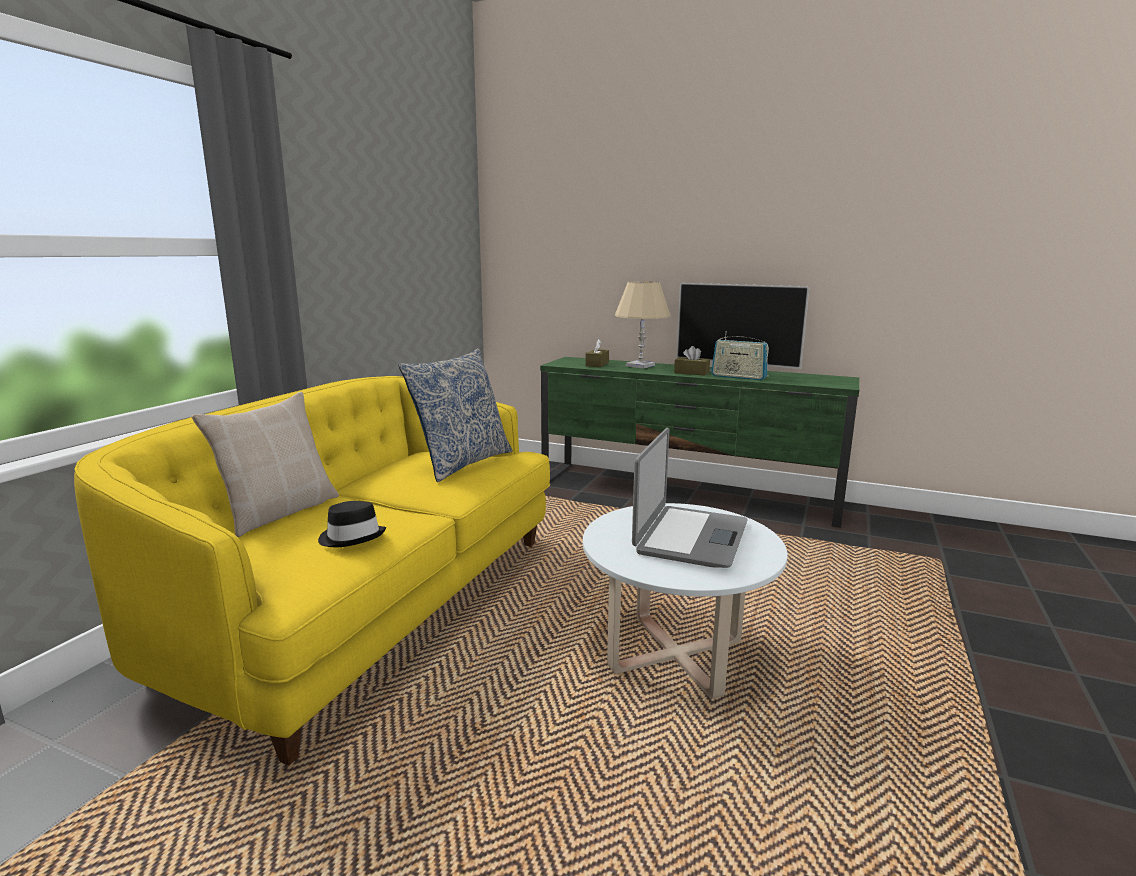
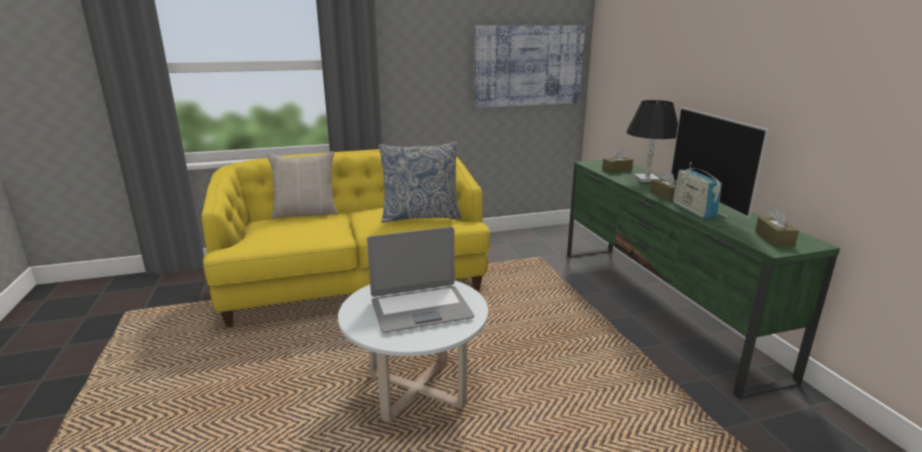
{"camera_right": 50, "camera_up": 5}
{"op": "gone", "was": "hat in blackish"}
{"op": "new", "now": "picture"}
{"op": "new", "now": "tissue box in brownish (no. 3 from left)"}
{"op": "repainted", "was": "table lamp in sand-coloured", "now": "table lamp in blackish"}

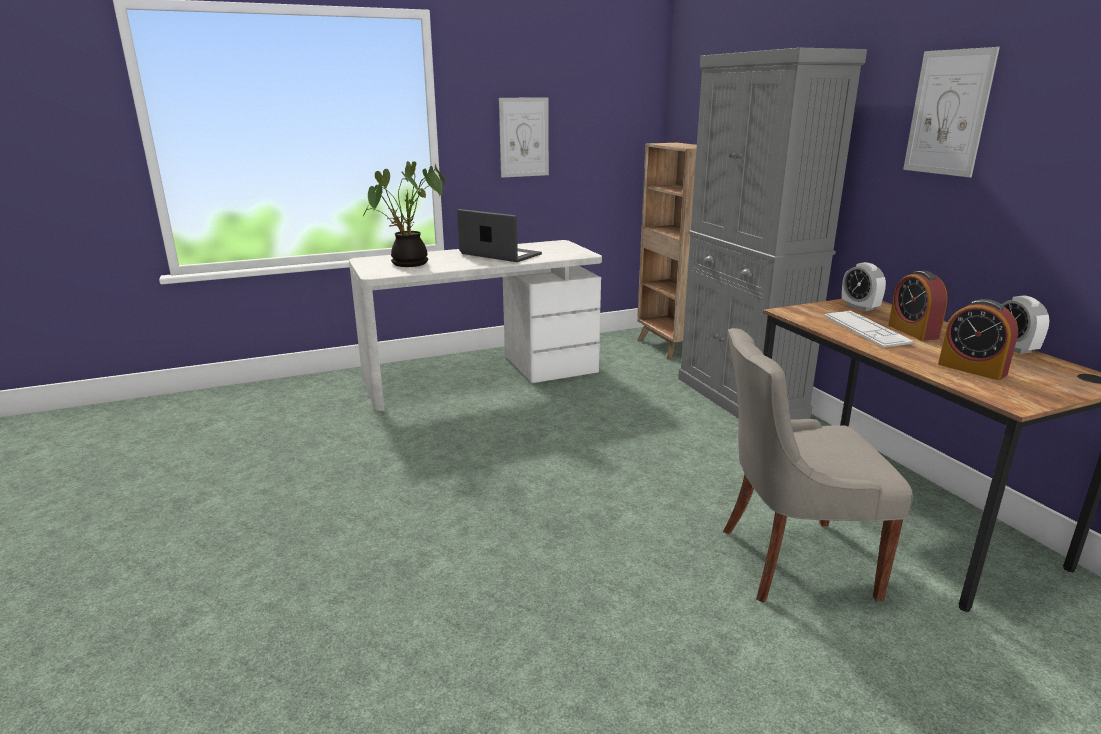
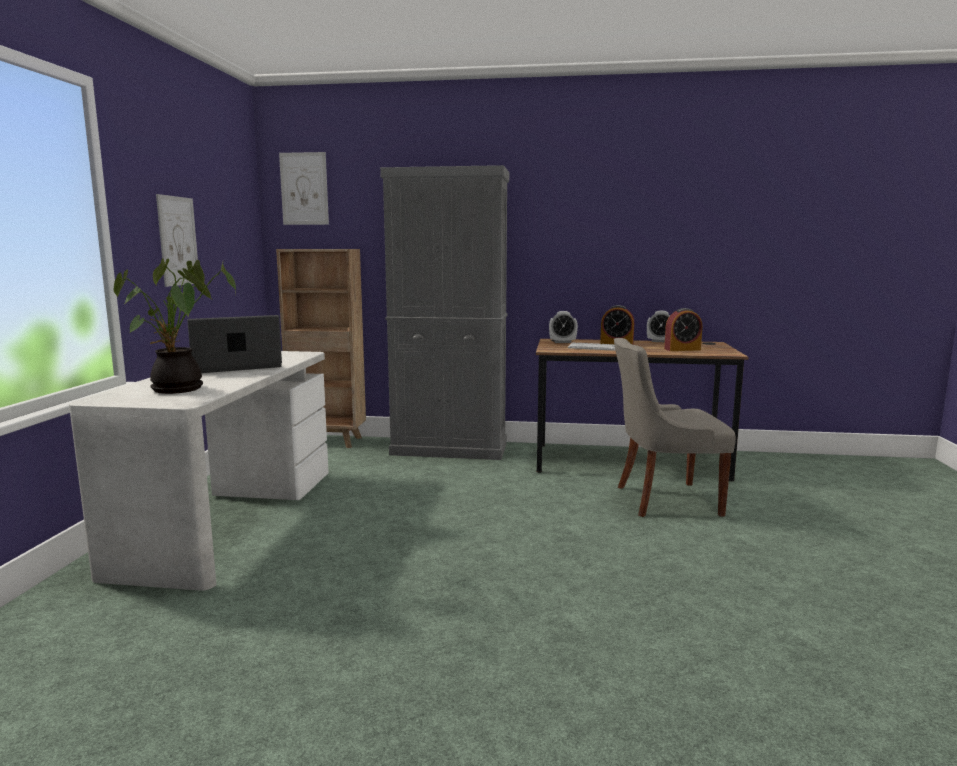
{"camera_right": -60, "camera_up": -10}
{"op": "shifted", "was": "picture (no. 2 from left)"}
{"op": "rotated", "was": "plain chair in greyish", "clockwise": 60}

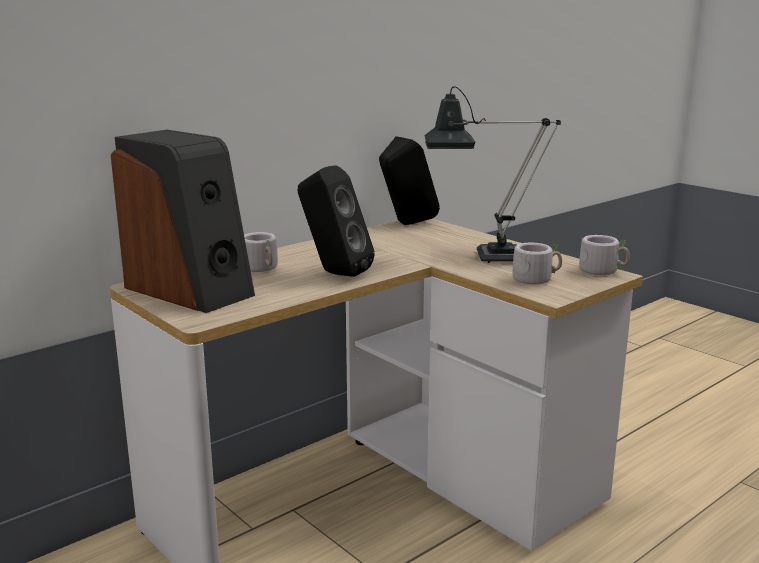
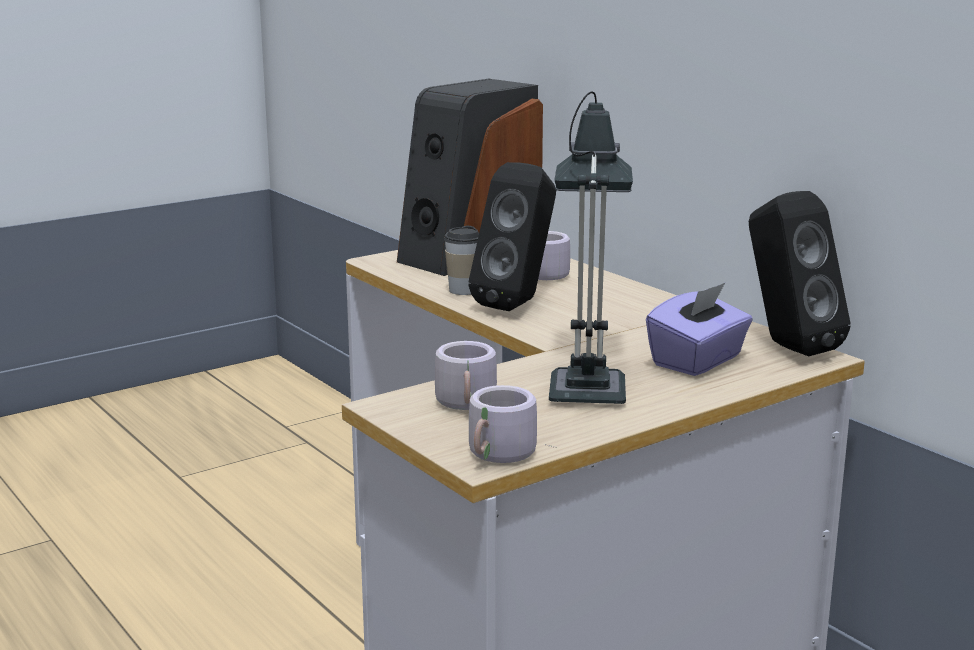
{"camera_right": 95, "camera_up": 0}
{"op": "new", "now": "small cup"}
{"op": "new", "now": "tissue box in purple-coloured"}

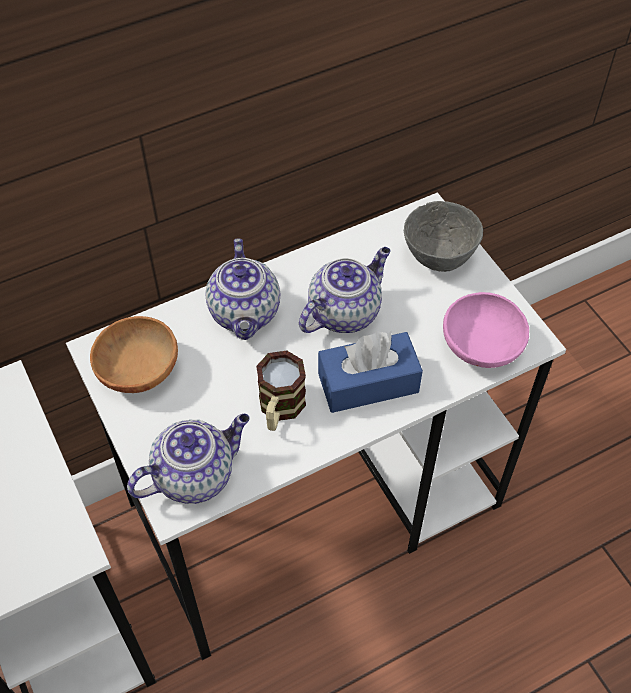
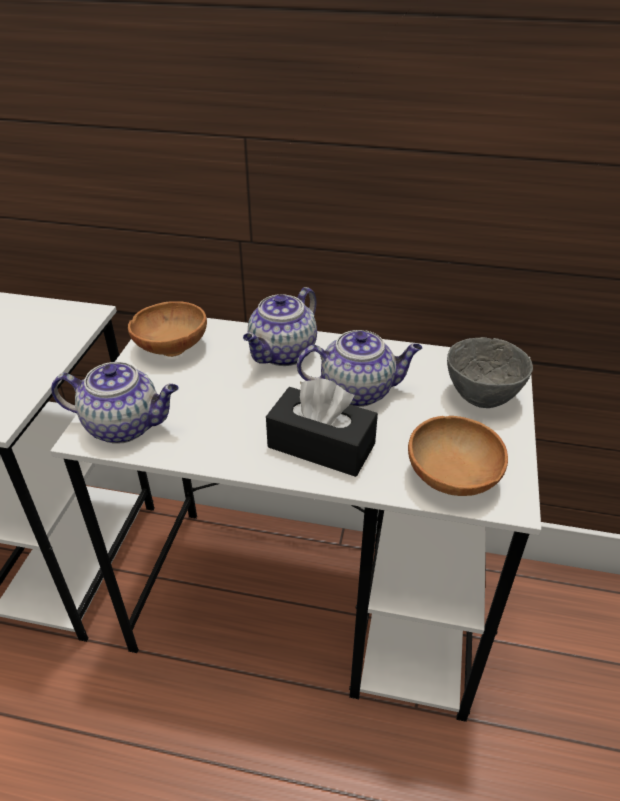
{"camera_right": 40, "camera_up": -15}
{"op": "gone", "was": "mug"}
{"op": "repainted", "was": "tissue box in bluish", "now": "tissue box in blackish"}
{"op": "repainted", "was": "serving bowl in pinkish", "now": "serving bowl in brownish (no. 2 from left)"}

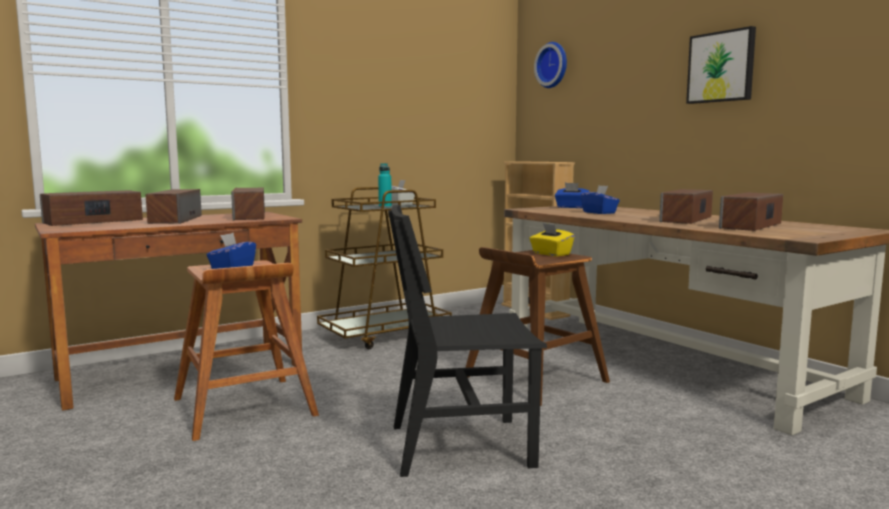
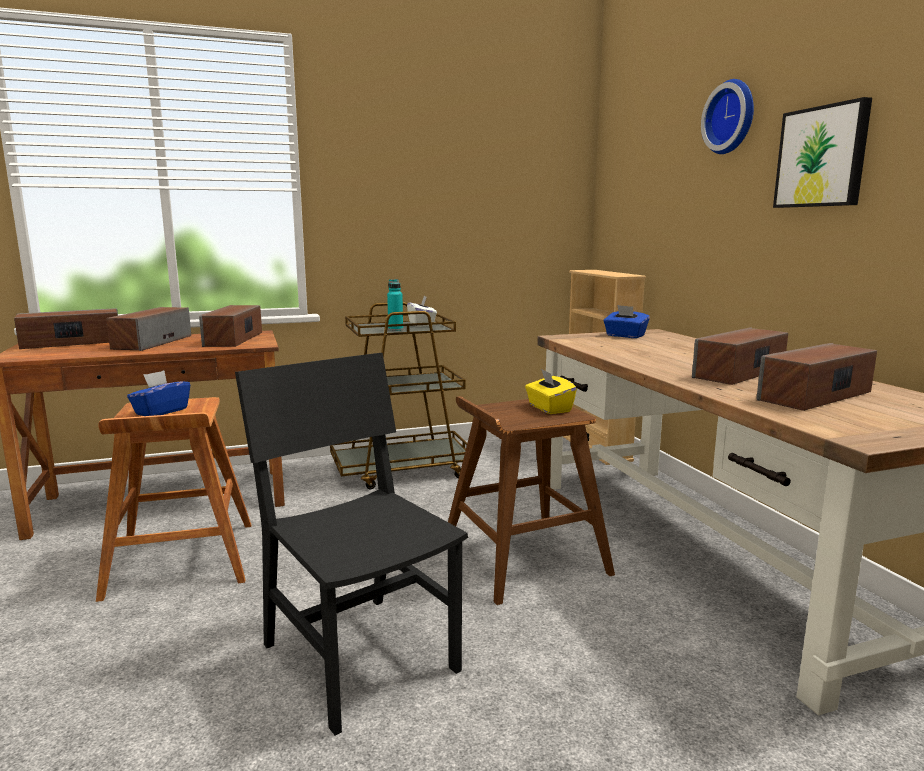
{"camera_right": 15, "camera_up": 5}
{"op": "gone", "was": "tissue box in bluish (no. 3 from left)"}
{"op": "shifted", "was": "clock on the wall"}
{"op": "rotated", "was": "plain chair in blackish", "clockwise": 45}

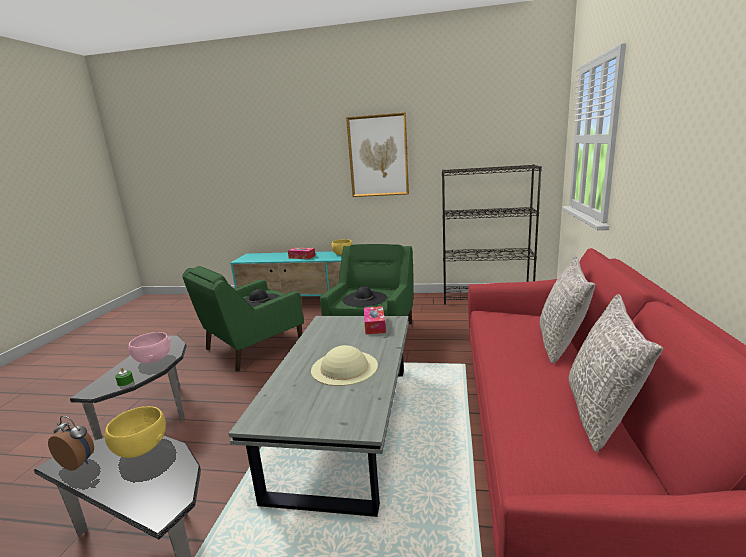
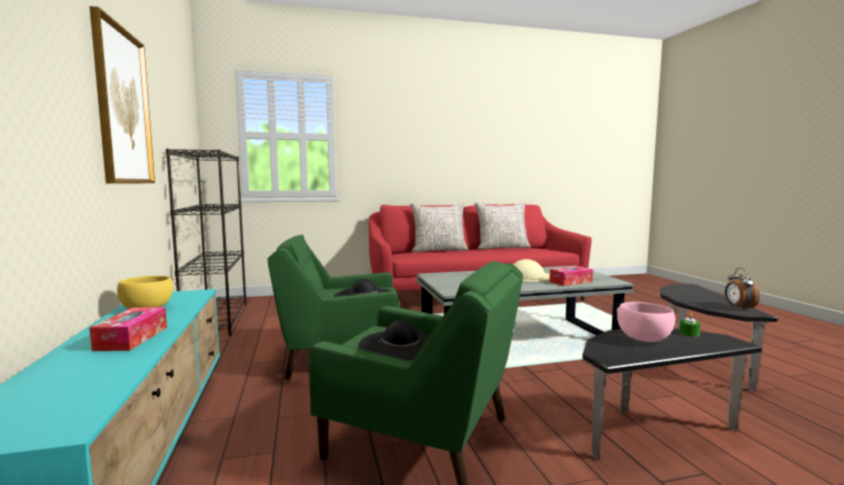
{"camera_right": -115, "camera_up": -10}
{"op": "gone", "was": "serving bowl in yellow (no. 1 from left)"}
{"op": "shifted", "was": "tissue box (no. 2 from left)"}

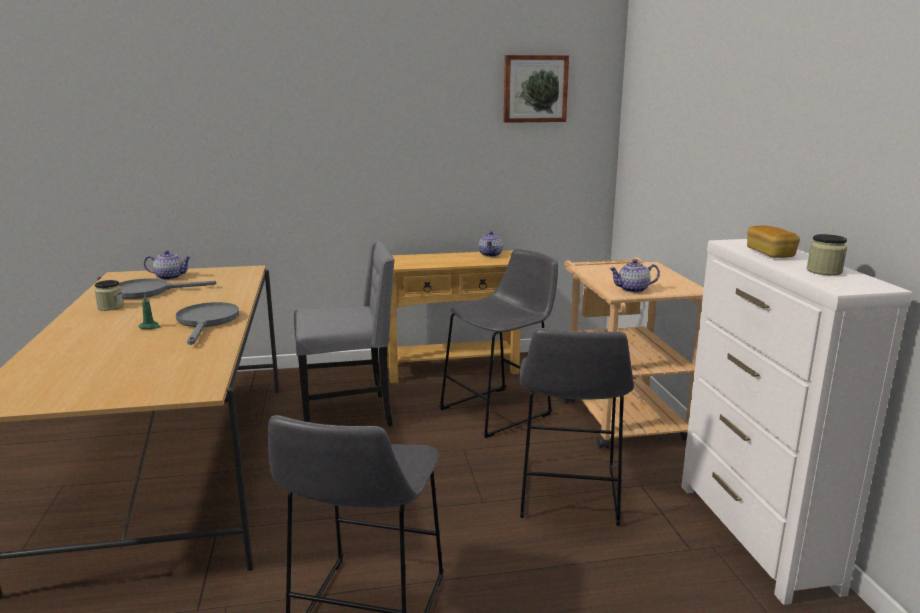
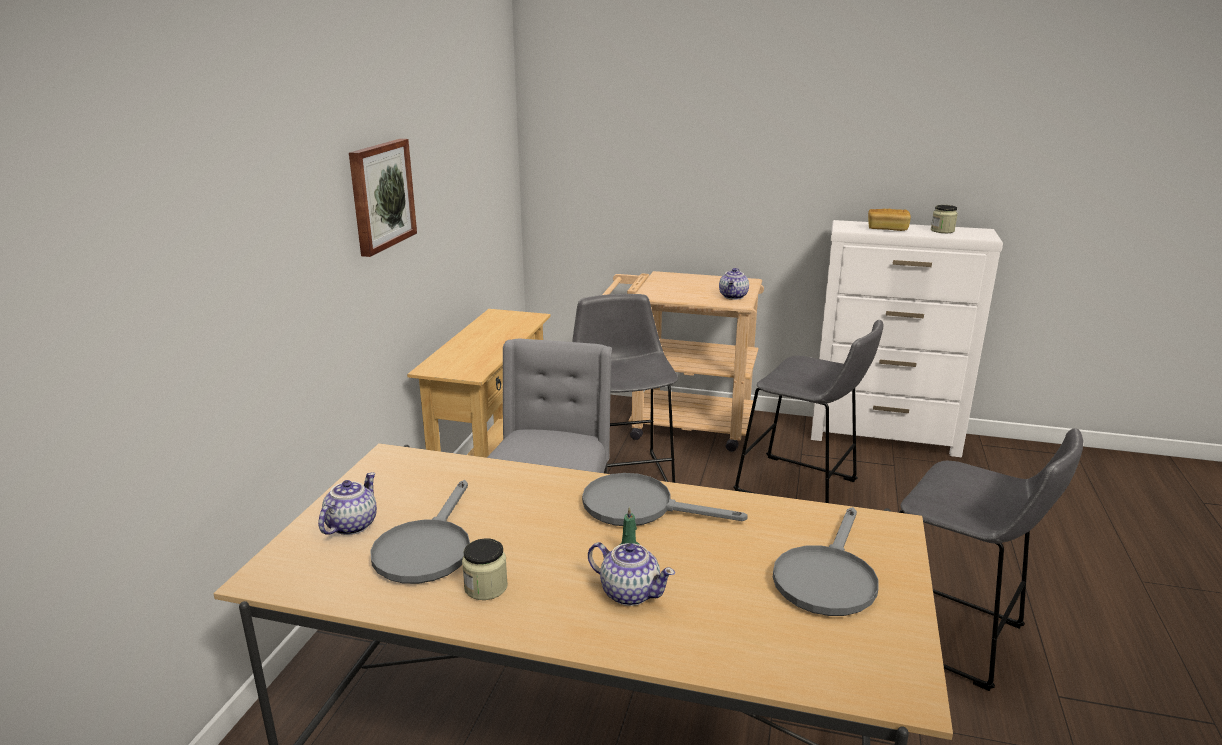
{"camera_right": -65, "camera_up": 5}
{"op": "new", "now": "pan in greyish (no. 3 from left)"}
{"op": "shifted", "was": "tea pot (no. 2 from left)"}
{"op": "shifted", "was": "picture"}

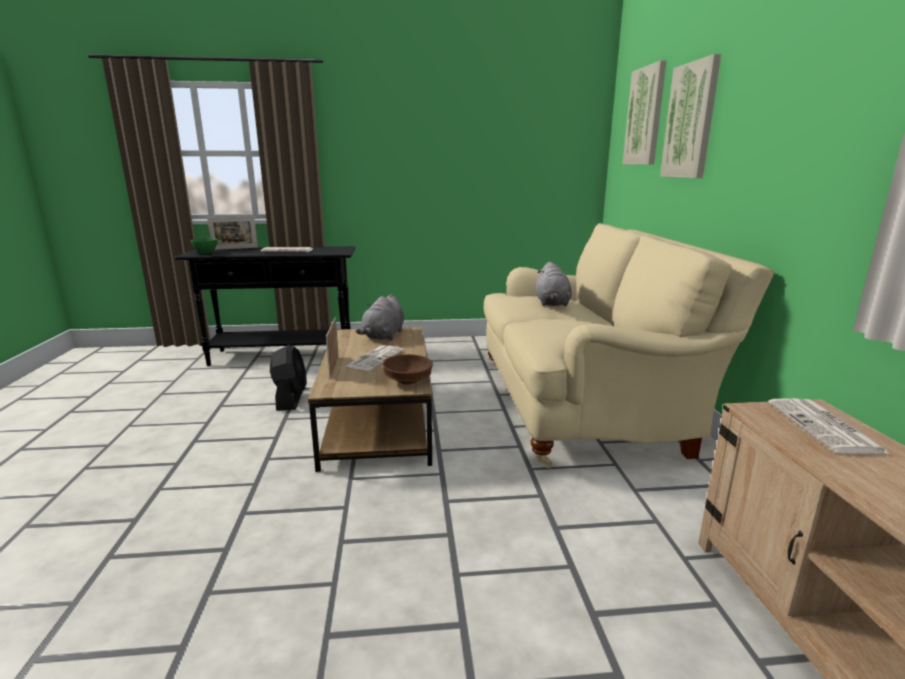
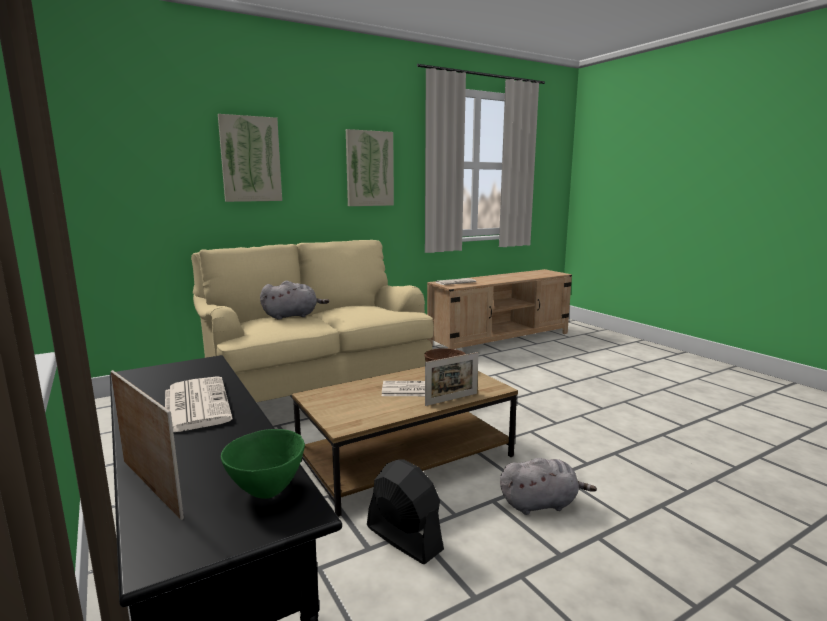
{"camera_right": -115, "camera_up": -5}
{"op": "shifted", "was": "plush toy in greyish (no. 1 from left in the first image)", "now": "plush toy in greyish (no. 2 from left)"}
{"op": "shifted", "was": "picture (no. 1 from left in the first image)", "now": "picture (no. 2 from left)"}
{"op": "rotated", "was": "fan in blackish", "clockwise": 75}

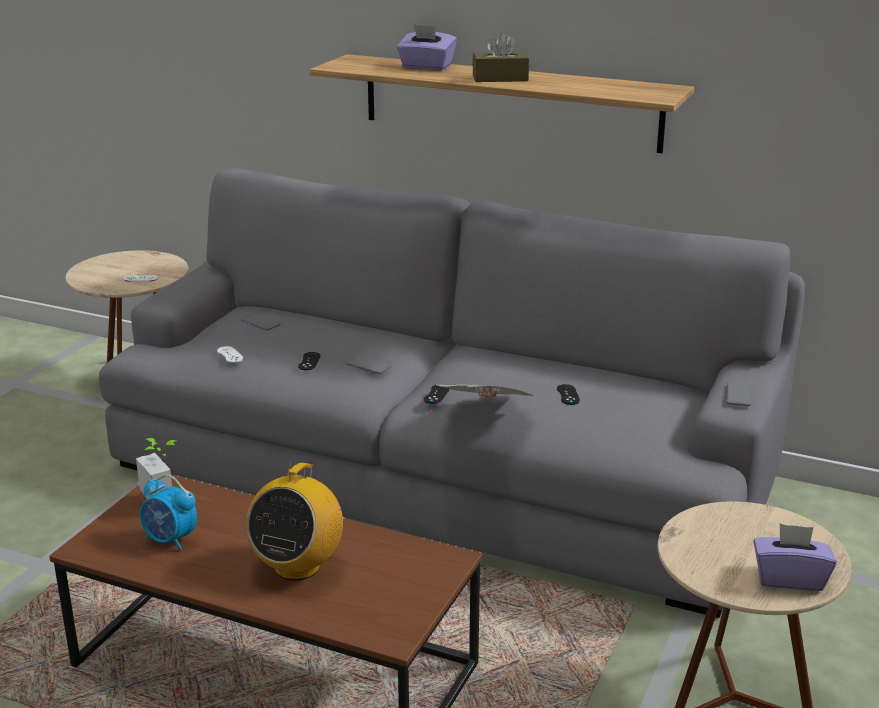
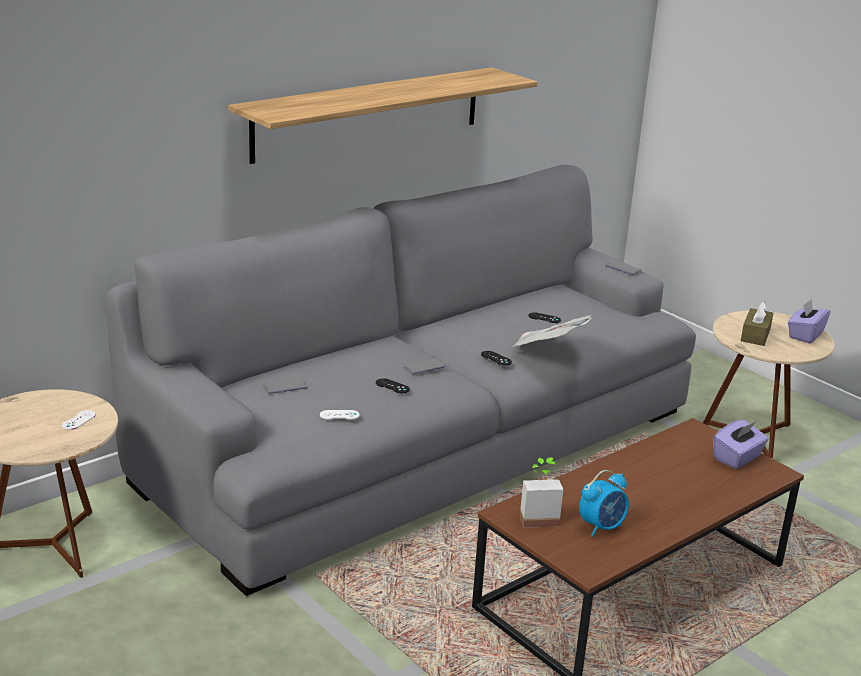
{"camera_right": -65, "camera_up": 0}
{"op": "gone", "was": "radio receiver"}
{"op": "shifted", "was": "tissue box in purple-coloured (no. 1 from left)"}
{"op": "shifted", "was": "tissue box in brownish"}

